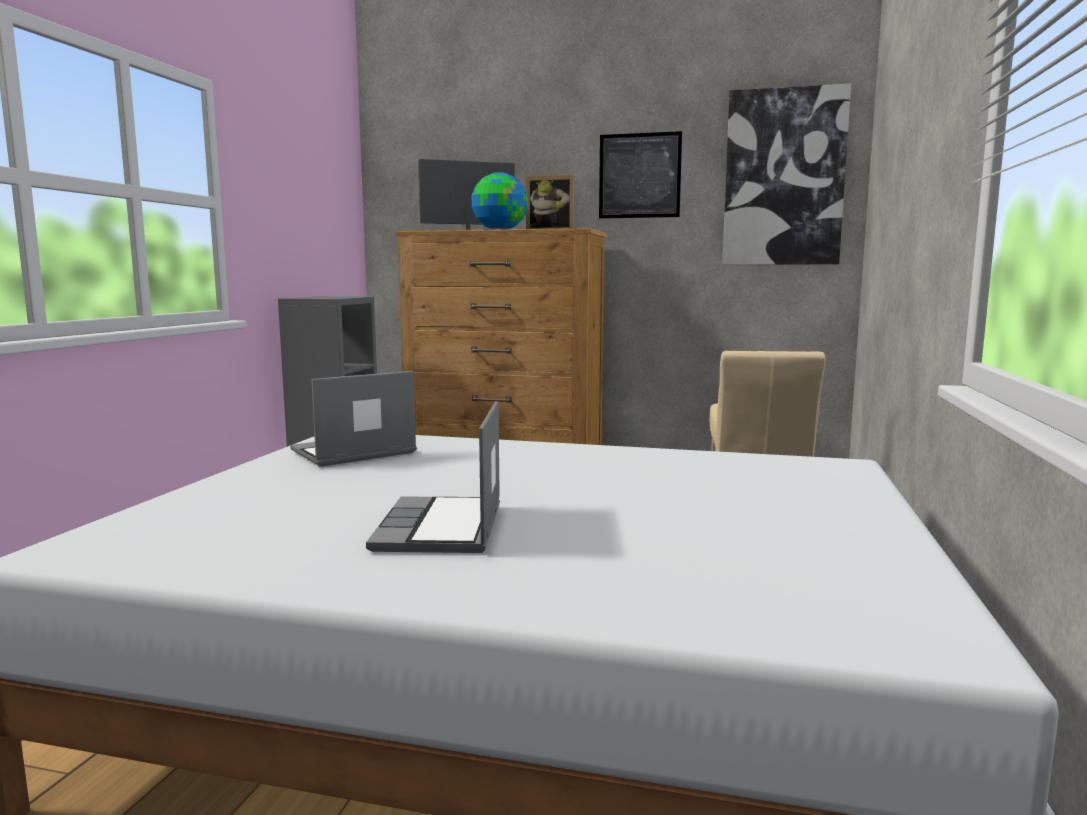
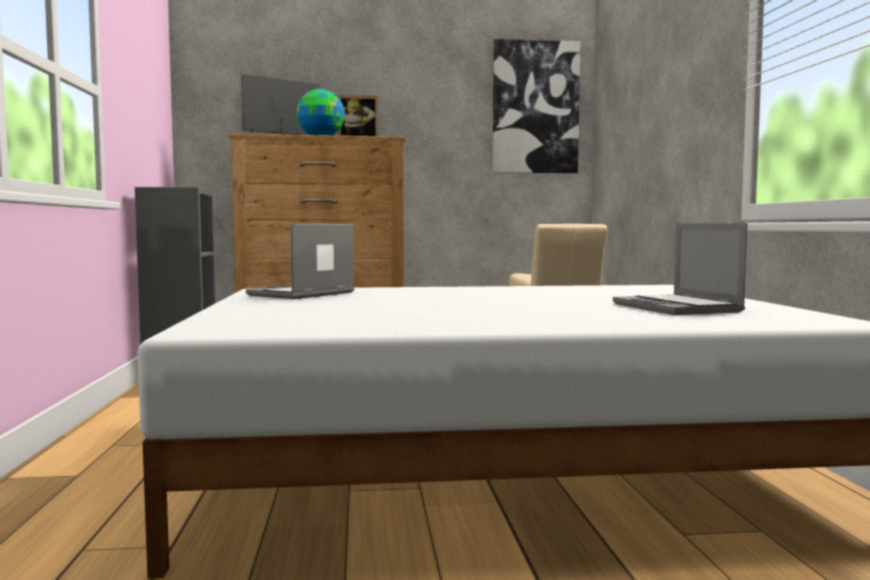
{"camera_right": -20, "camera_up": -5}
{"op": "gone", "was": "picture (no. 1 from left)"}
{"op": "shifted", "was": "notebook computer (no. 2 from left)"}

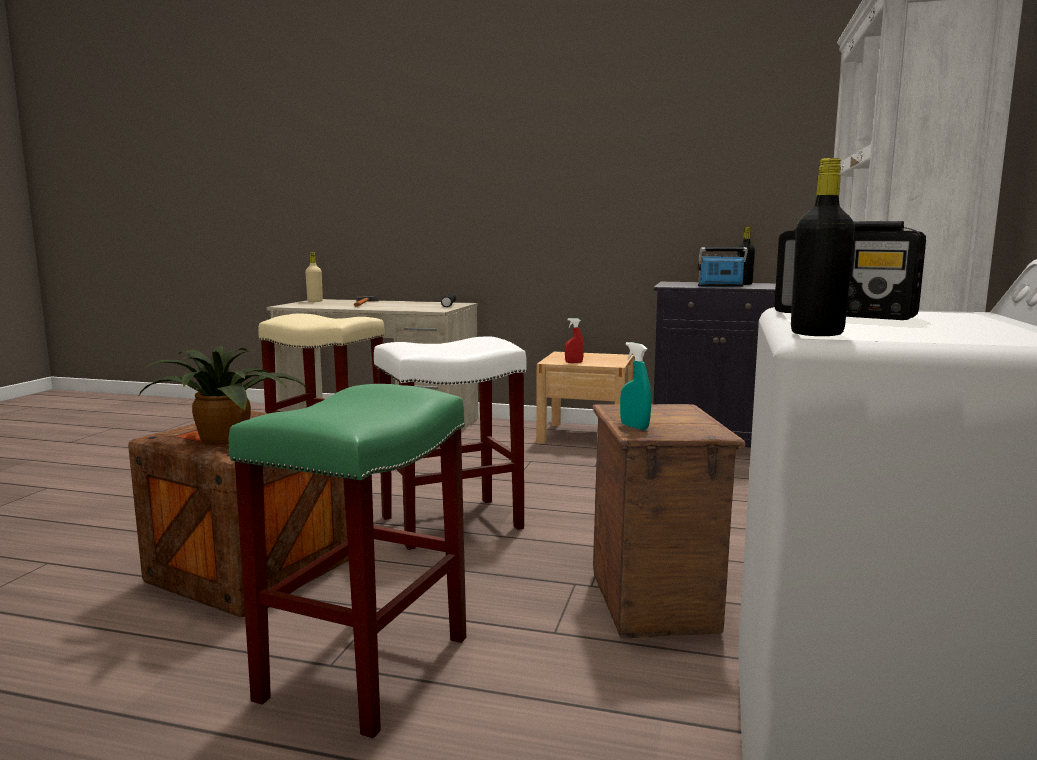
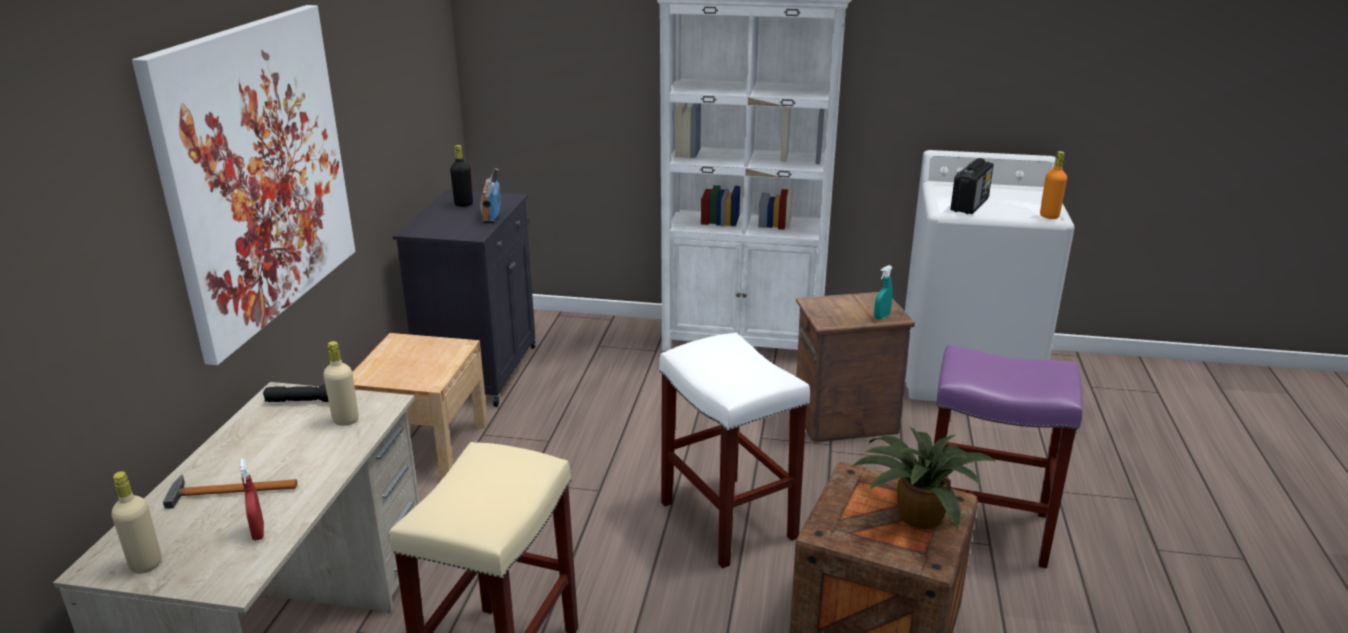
{"camera_right": -95, "camera_up": 15}
{"op": "new", "now": "picture"}
{"op": "new", "now": "beverage bottle in sand-coloured (no. 2 from left)"}
{"op": "shifted", "was": "hand sprayer in red-coloured"}
{"op": "repainted", "was": "stool seat in green", "now": "stool seat in purple-coloured"}
{"op": "repainted", "was": "beverage bottle in blackish (no. 2 from left)", "now": "beverage bottle in orange-coloured"}

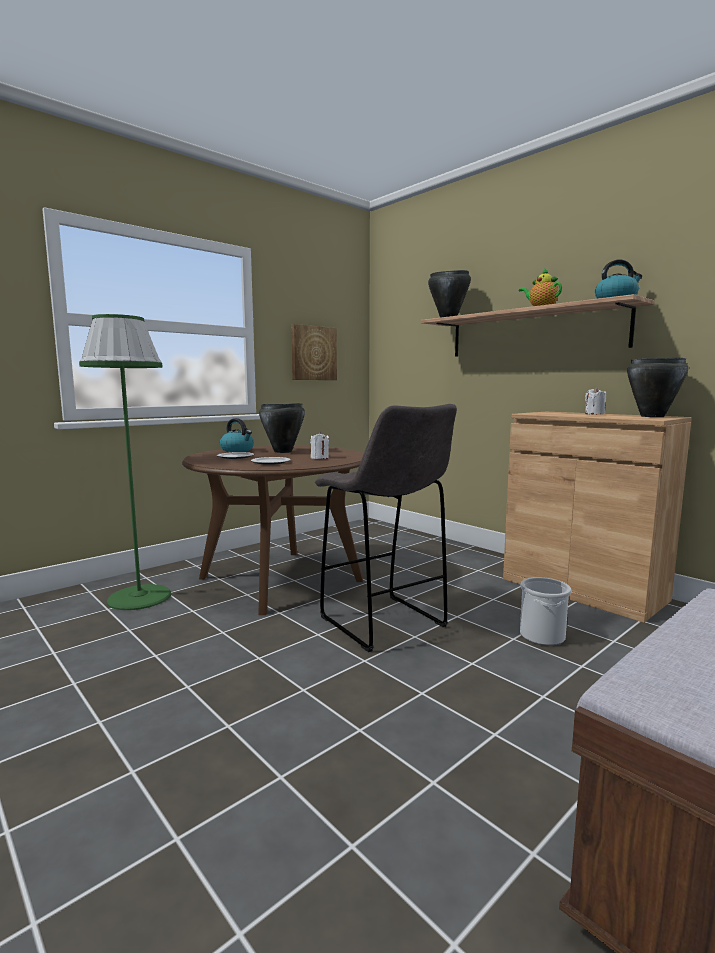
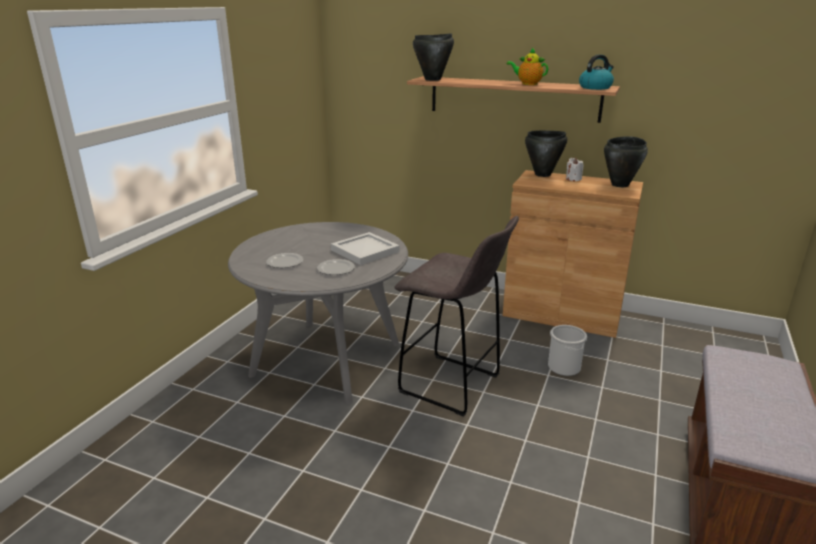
{"camera_right": -25, "camera_up": 15}
{"op": "gone", "was": "floor lamp in green"}
{"op": "gone", "was": "kettle (no. 1 from left)"}
{"op": "gone", "was": "picture"}
{"op": "shifted", "was": "saucepot in blackish (no. 1 from left in the first image)", "now": "saucepot in blackish (no. 2 from left)"}
{"op": "swapped", "was": "wax candle in white (no. 1 from left)", "now": "carrying tray in white"}
{"op": "repainted", "was": "dinner table in brownish", "now": "dinner table in greyish"}

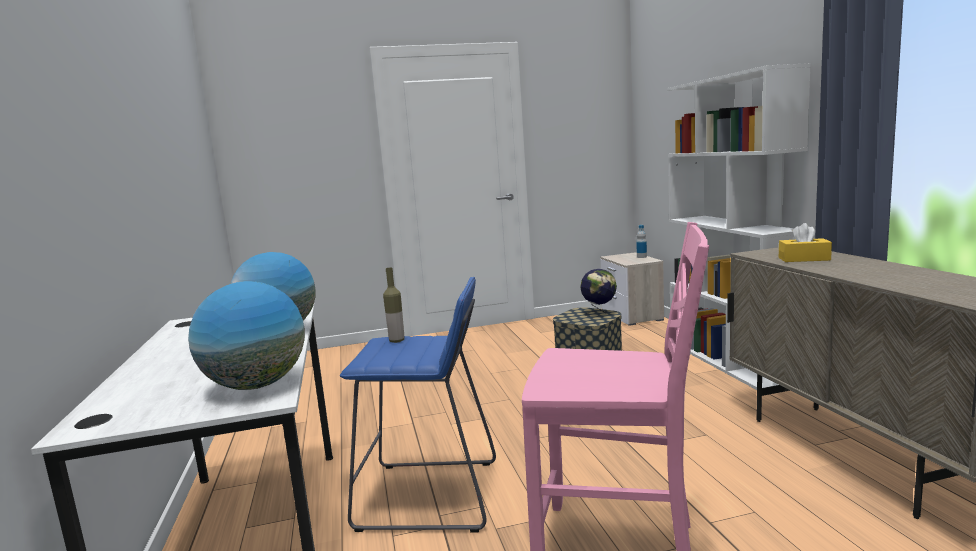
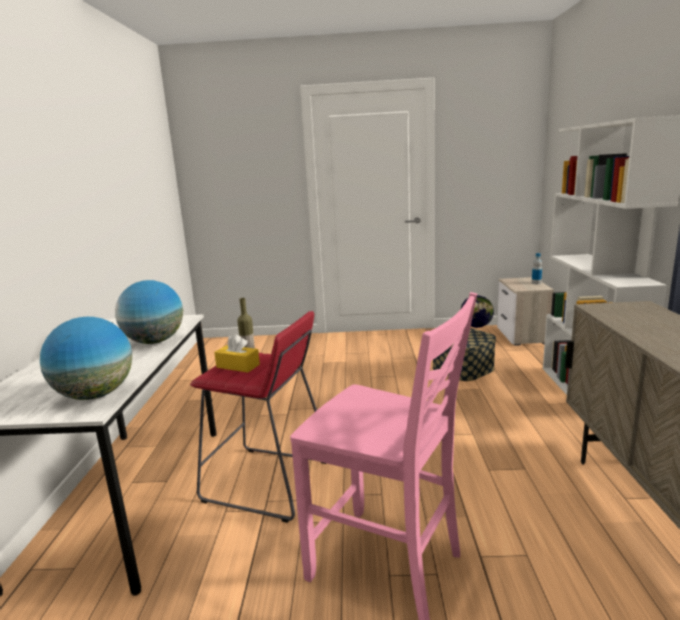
{"camera_right": 15, "camera_up": 5}
{"op": "shifted", "was": "tissue box in yellow"}
{"op": "repainted", "was": "stool seat in bluish", "now": "stool seat in red-coloured"}

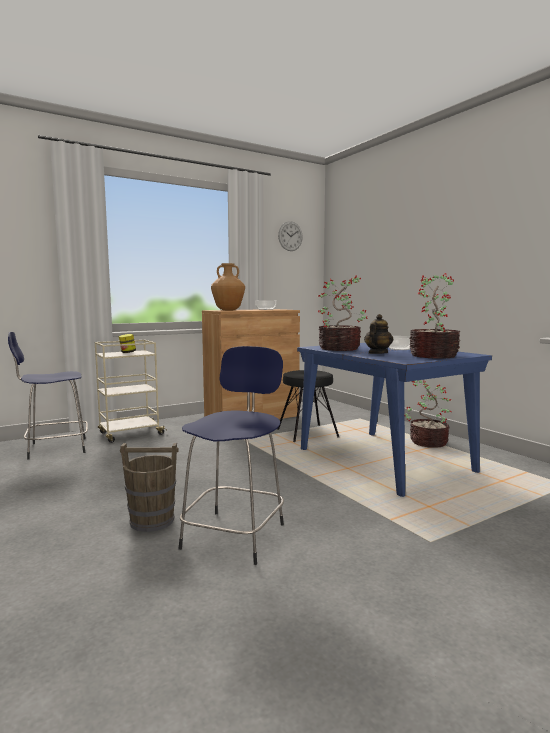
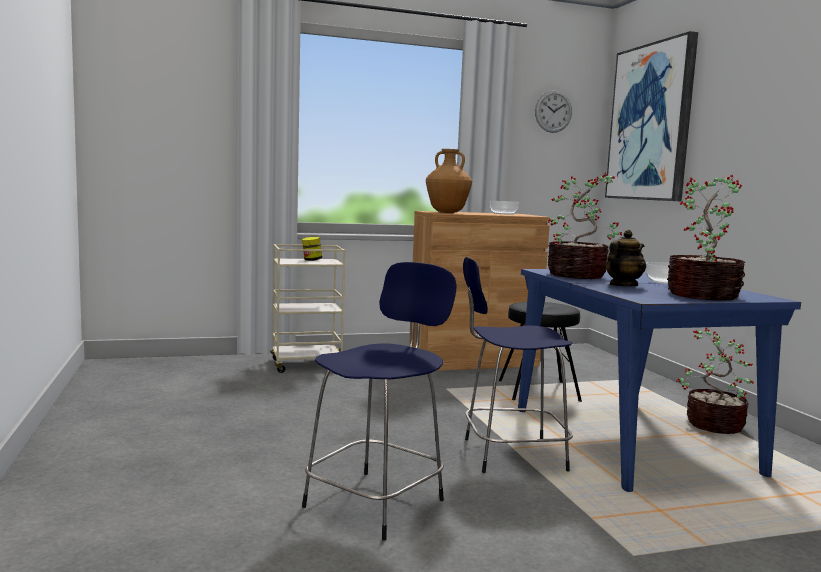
{"camera_right": 15, "camera_up": 0}
{"op": "gone", "was": "water bucket in brownish"}
{"op": "new", "now": "picture"}
{"op": "shifted", "was": "stool seat in bluish (no. 1 from left in the first image)", "now": "stool seat in bluish (no. 2 from left)"}

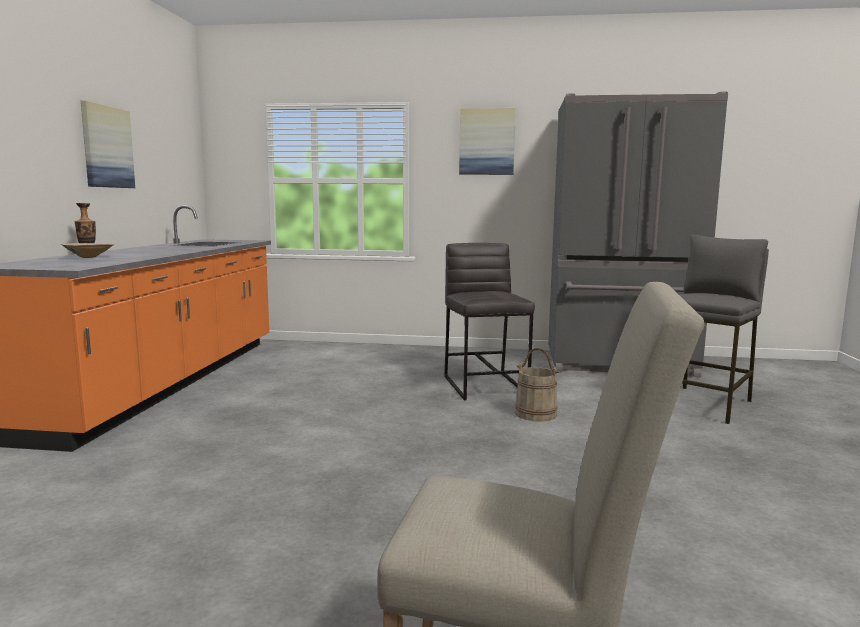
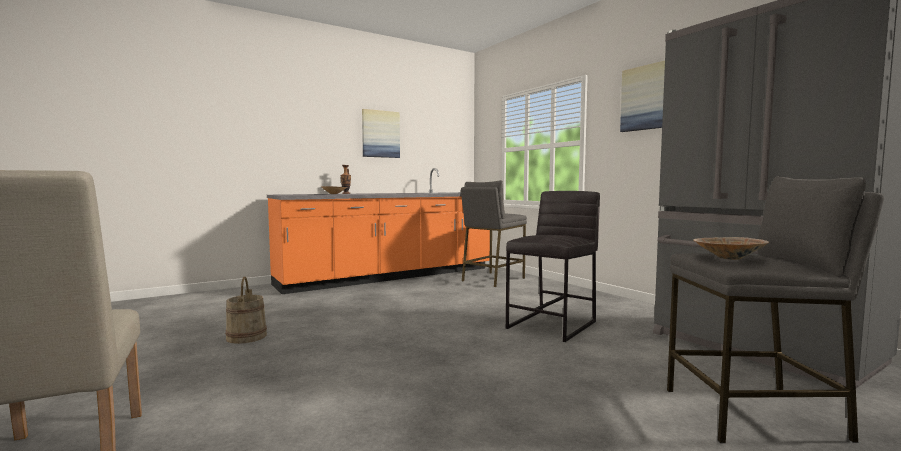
{"camera_right": 50, "camera_up": -5}
{"op": "new", "now": "stool seat in greyish (no. 1 from left)"}
{"op": "new", "now": "serving bowl in sand-coloured (no. 2 from left)"}
{"op": "shifted", "was": "water bucket in sand-coloured"}

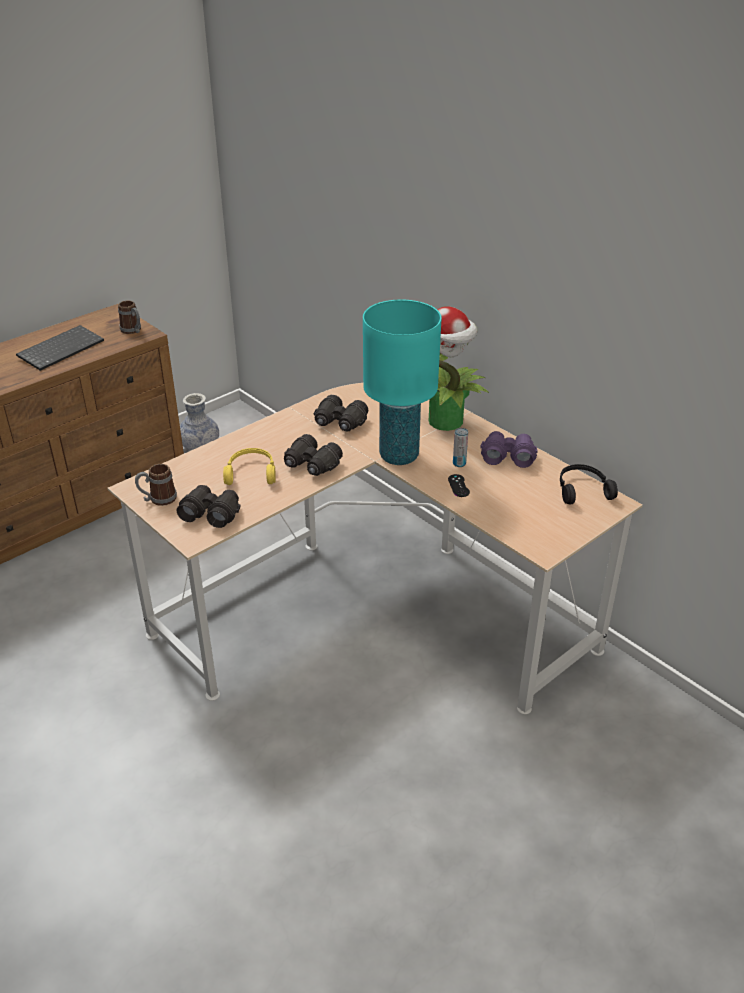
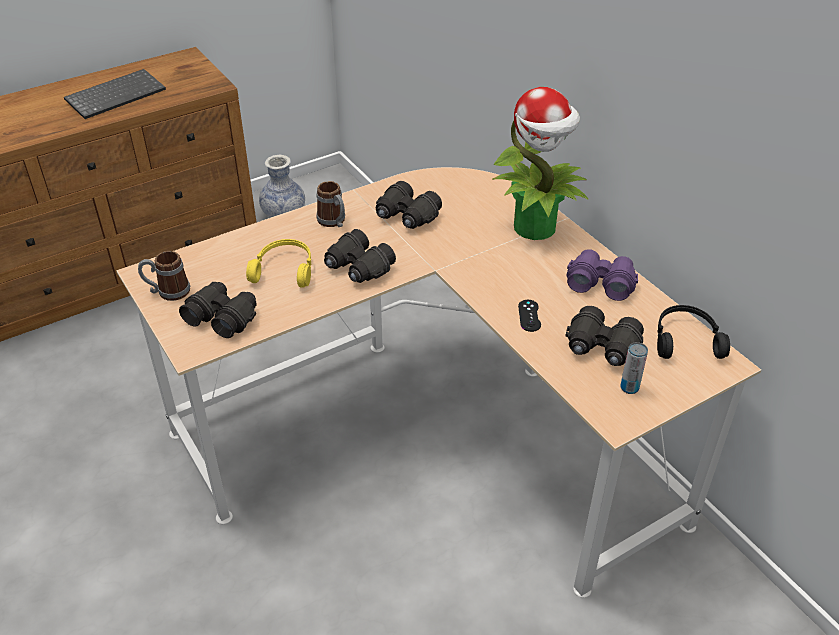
{"camera_right": 10, "camera_up": 5}
{"op": "gone", "was": "table lamp in turquoise-coloured"}
{"op": "new", "now": "field glasses in blackish (no. 4 from left)"}
{"op": "shifted", "was": "mug (no. 1 from left in the first image)", "now": "mug (no. 2 from left)"}
{"op": "shifted", "was": "sealed can"}

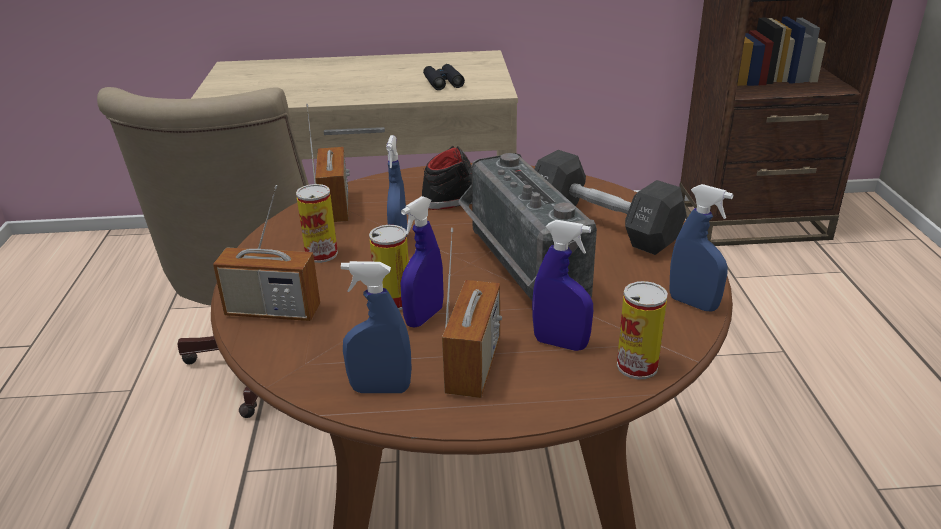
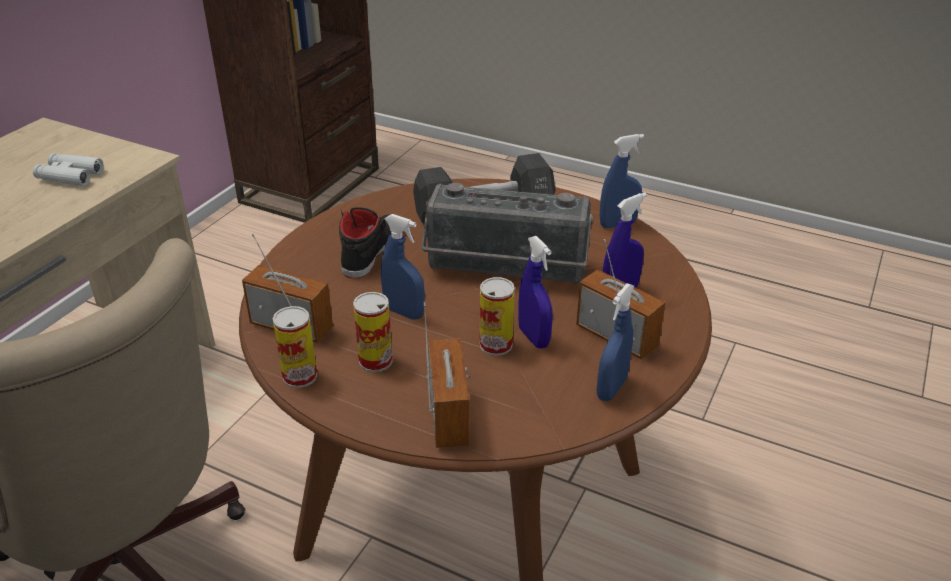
{"camera_right": -60, "camera_up": 5}
{"op": "shifted", "was": "sealed can (no. 3 from left in the first image)", "now": "sealed can (no. 1 from left)"}
{"op": "repainted", "was": "field glasses in blackish", "now": "field glasses in white"}
{"op": "rotated", "was": "radio receiver (no. 1 from left in the first image)", "clockwise": -45}

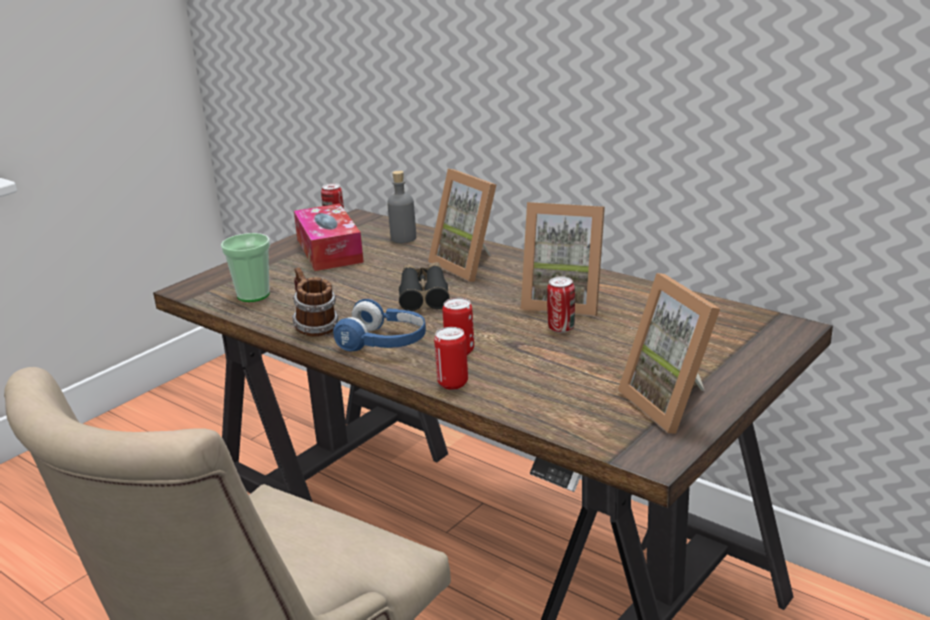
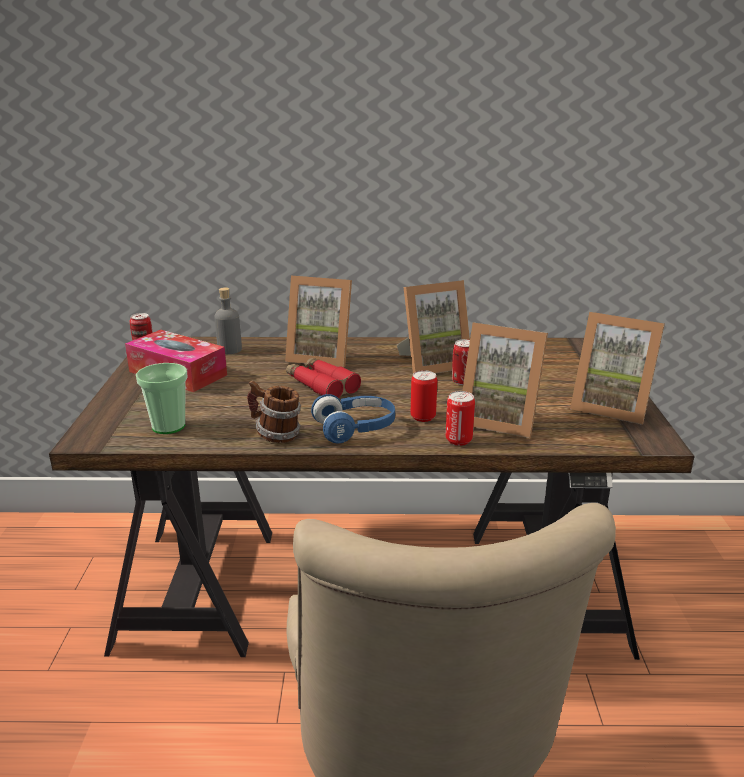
{"camera_right": -40, "camera_up": 0}
{"op": "new", "now": "picture frame (no. 3 from left)"}
{"op": "repainted", "was": "field glasses in blackish", "now": "field glasses in red-coloured"}

